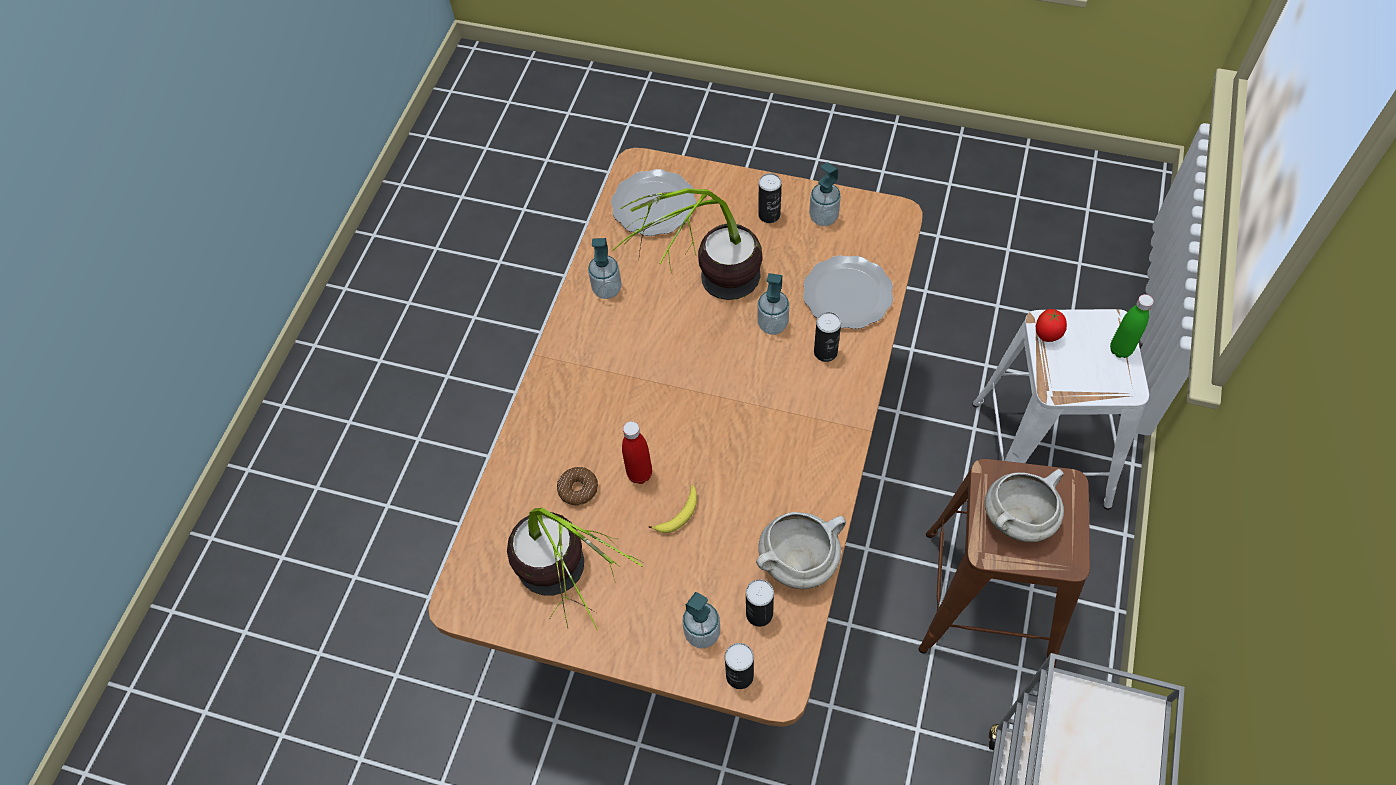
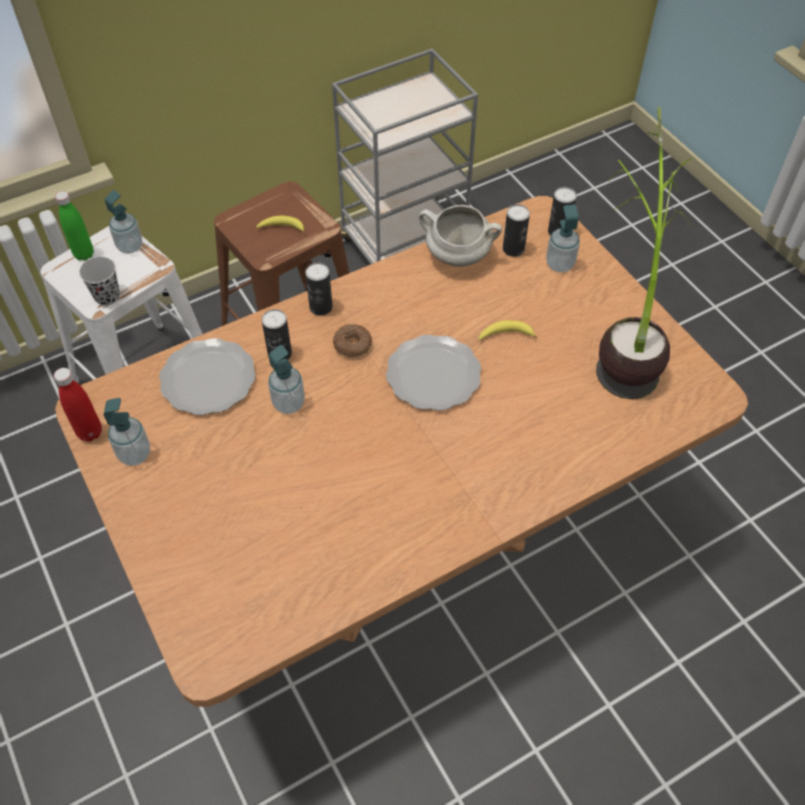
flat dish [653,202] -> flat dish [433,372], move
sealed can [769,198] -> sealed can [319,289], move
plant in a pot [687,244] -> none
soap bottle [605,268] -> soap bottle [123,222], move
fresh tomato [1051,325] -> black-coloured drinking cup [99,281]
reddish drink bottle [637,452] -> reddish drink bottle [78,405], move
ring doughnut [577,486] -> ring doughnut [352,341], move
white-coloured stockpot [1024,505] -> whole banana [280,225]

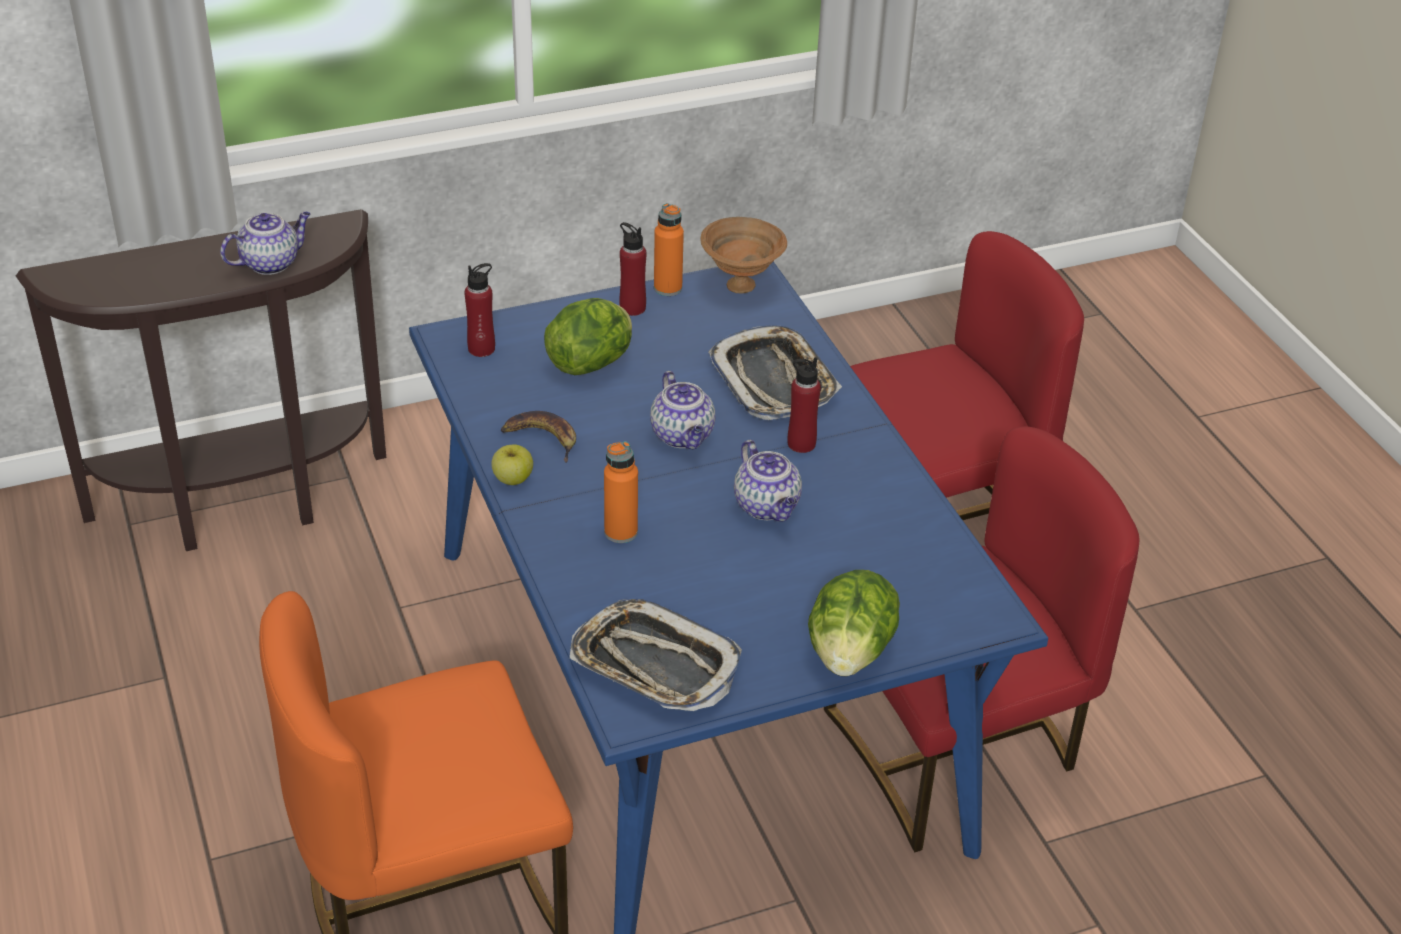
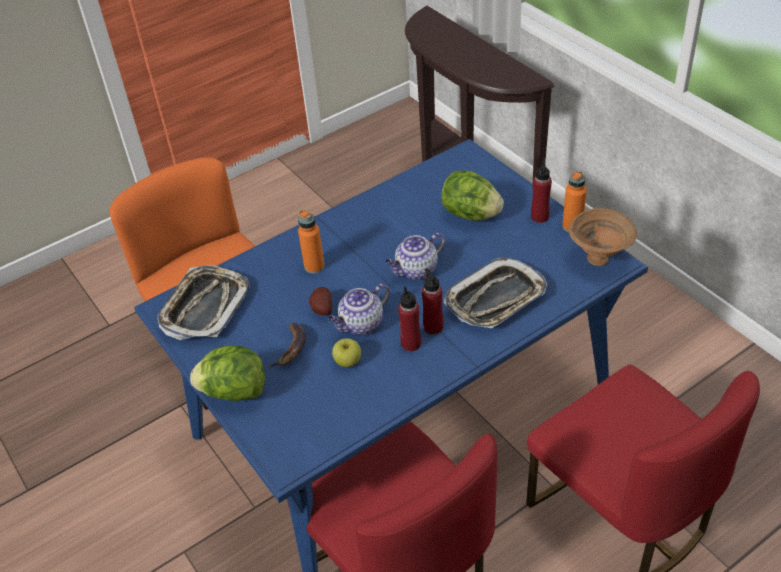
pot for tea [265,243] -> none
reddish drink bottle [479,310] -> reddish drink bottle [409,319], move
whole banana [538,437] -> whole banana [286,345], move
apple [512,464] -> apple [346,352], move
none -> potato [320,301]

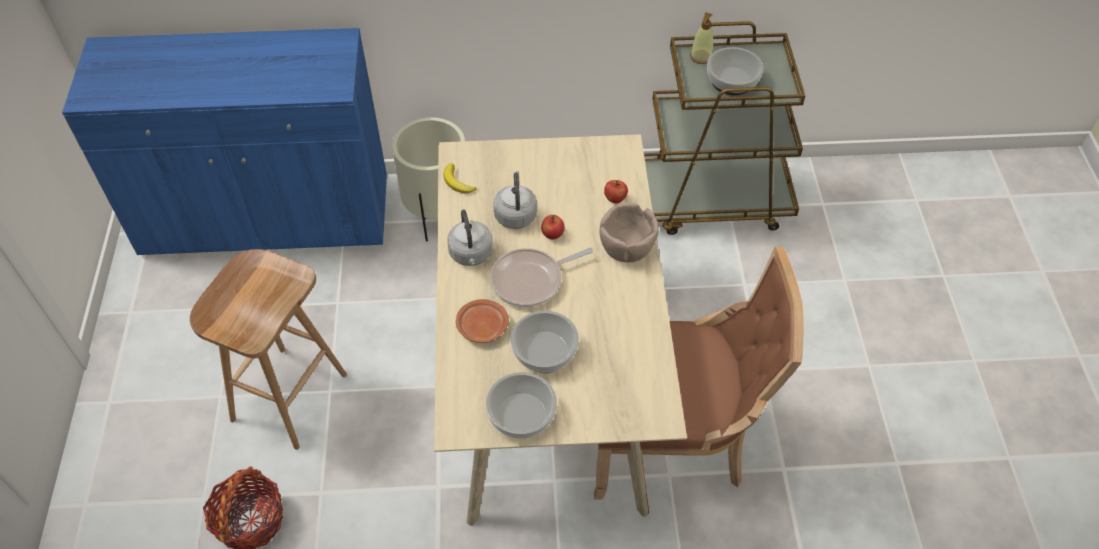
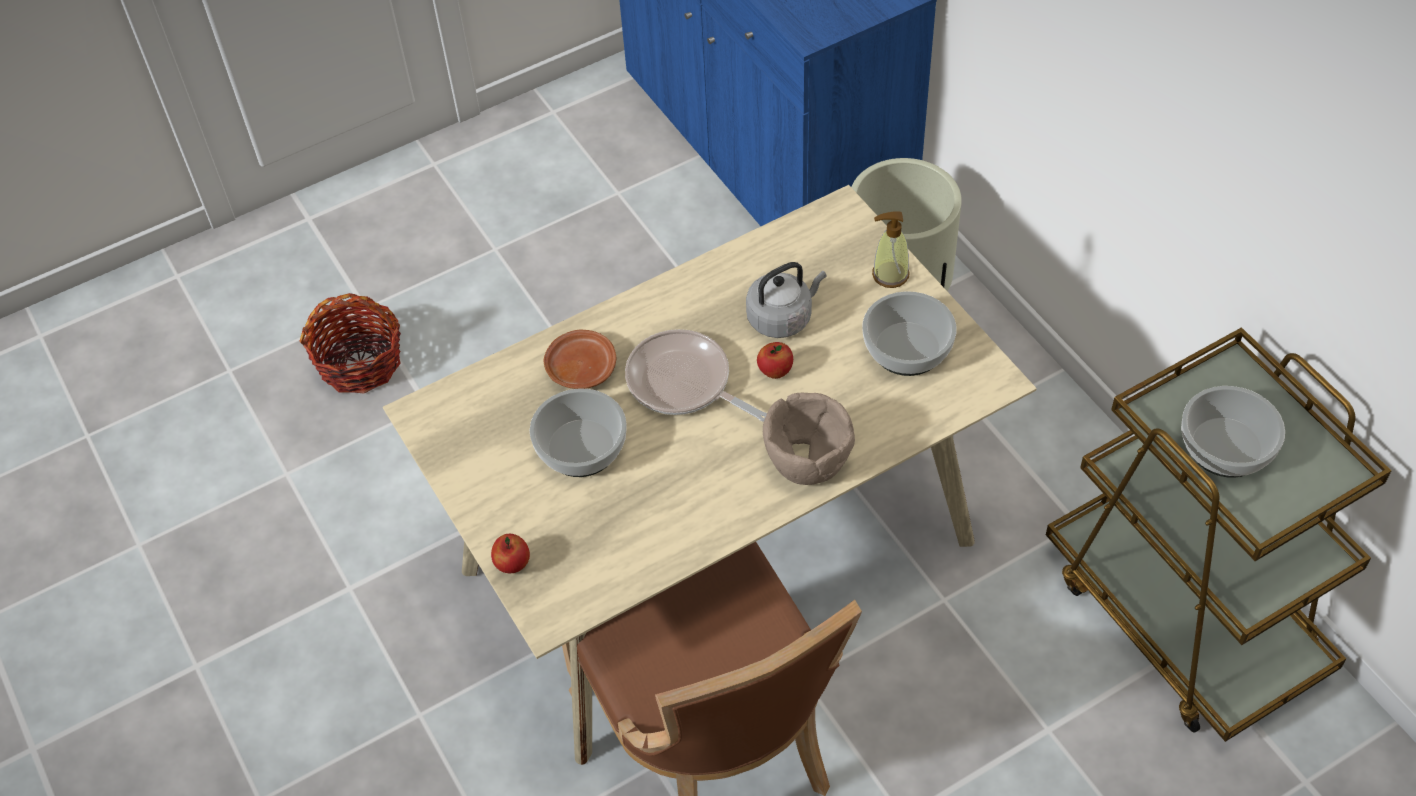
soap bottle [701,38] -> soap bottle [891,249], move
whole banana [459,178] -> none
apple [616,191] -> apple [510,553], move
grey kettle [470,237] -> none
brown-coloured stool seat [268,349] -> none
bowl [521,405] -> bowl [909,333], move

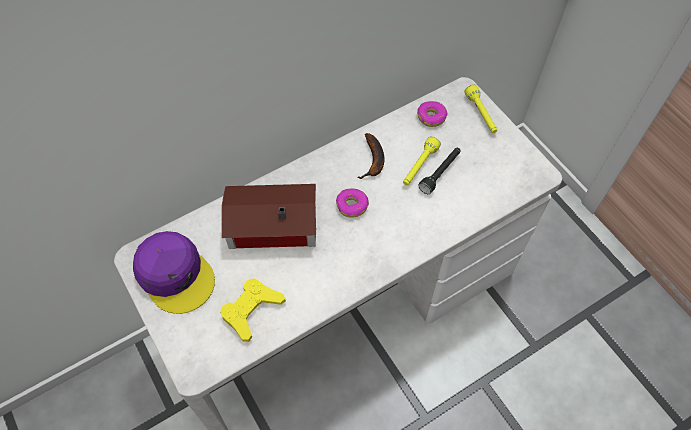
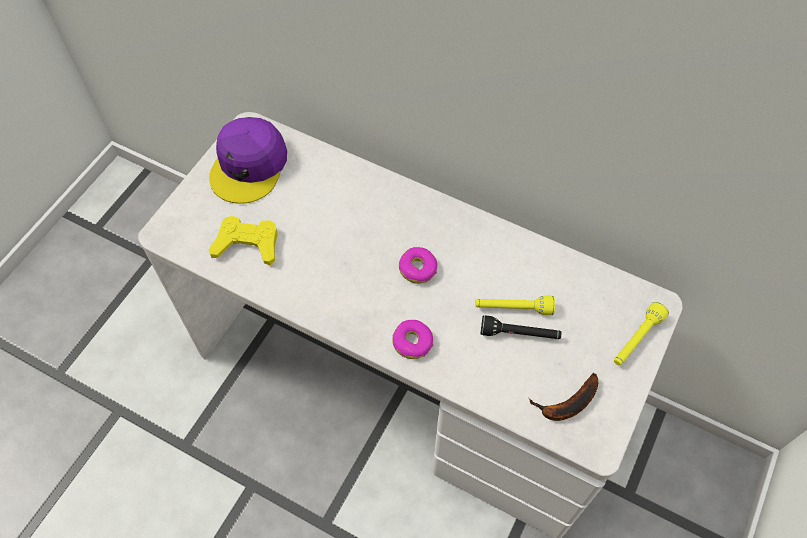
ring doughnut [432,114] -> ring doughnut [412,339], move
whole banana [371,156] -> whole banana [563,397], move
model house [268,216] -> none

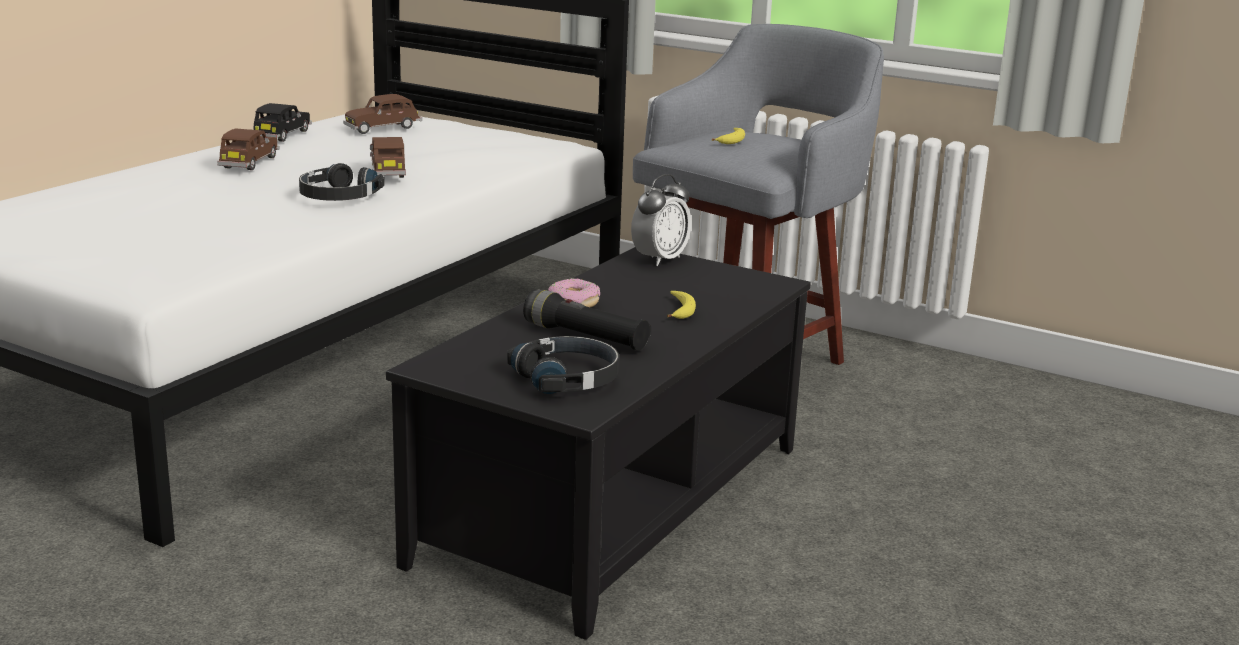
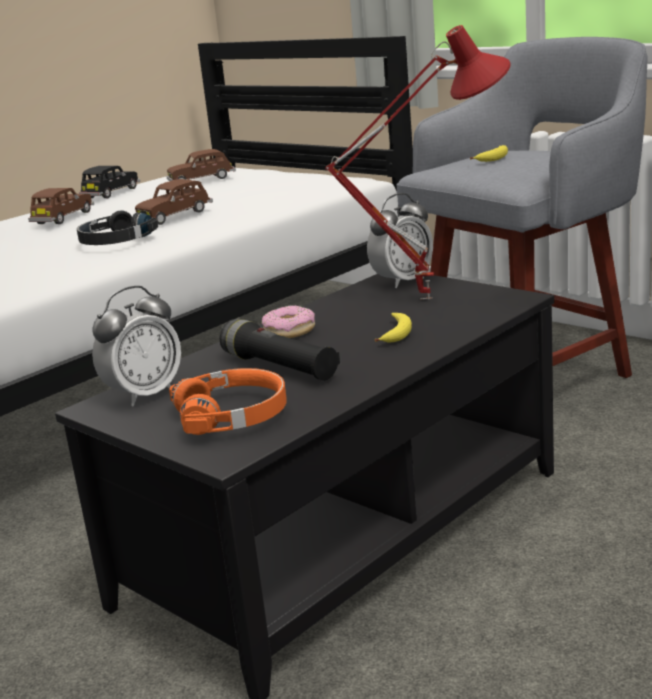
brown-coloured miniature car [388,157] -> brown-coloured miniature car [174,202], 135 degrees counterclockwise
black-coloured headset [563,365] -> orange headset [228,401]
none -> reddish lamp for a table [418,162]
none -> bedside clock [136,346]

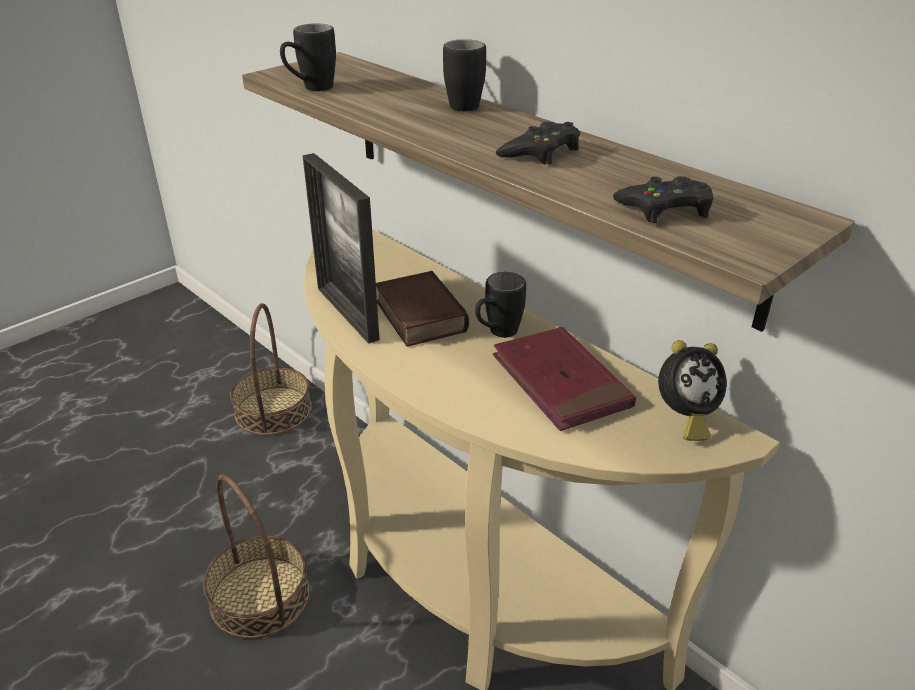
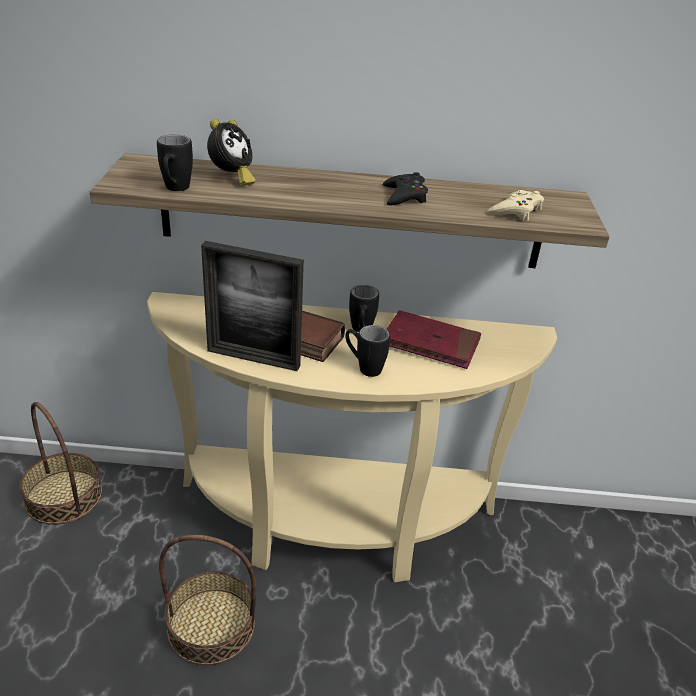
black-coloured coffee mug [464,75] -> black-coloured coffee mug [368,351], move
black-coloured game controller [663,199] -> beige game controller [515,205]
bedside clock [692,390] -> bedside clock [231,152], move

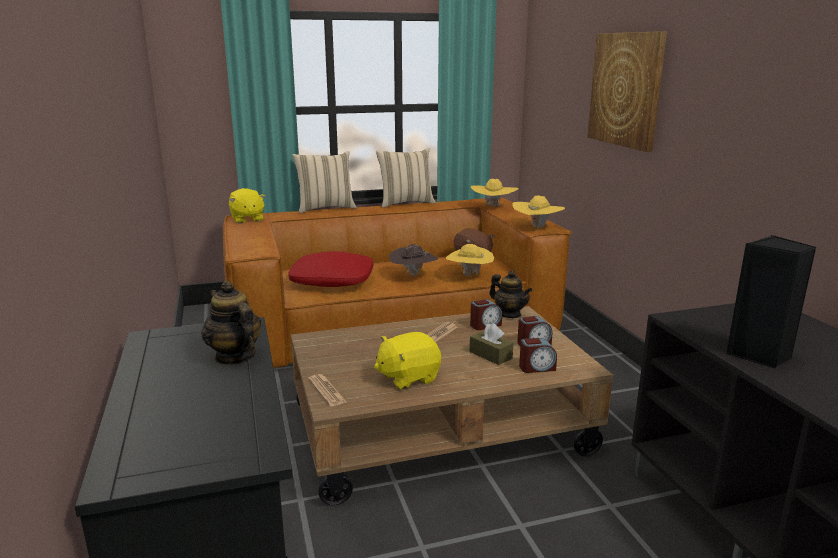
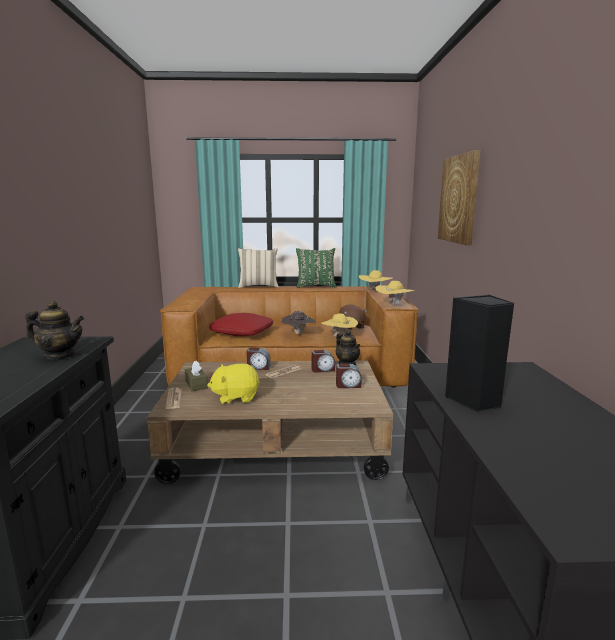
beige throw pillow [406,178] -> greenish throw pillow [316,268]
yellow plush toy [247,206] -> none
pot for tea [231,323] -> pot for tea [54,330], 120 degrees clockwise
brown-coloured tissue box [491,344] -> brown-coloured tissue box [196,376], move
bedside clock [538,355] -> bedside clock [258,359], move

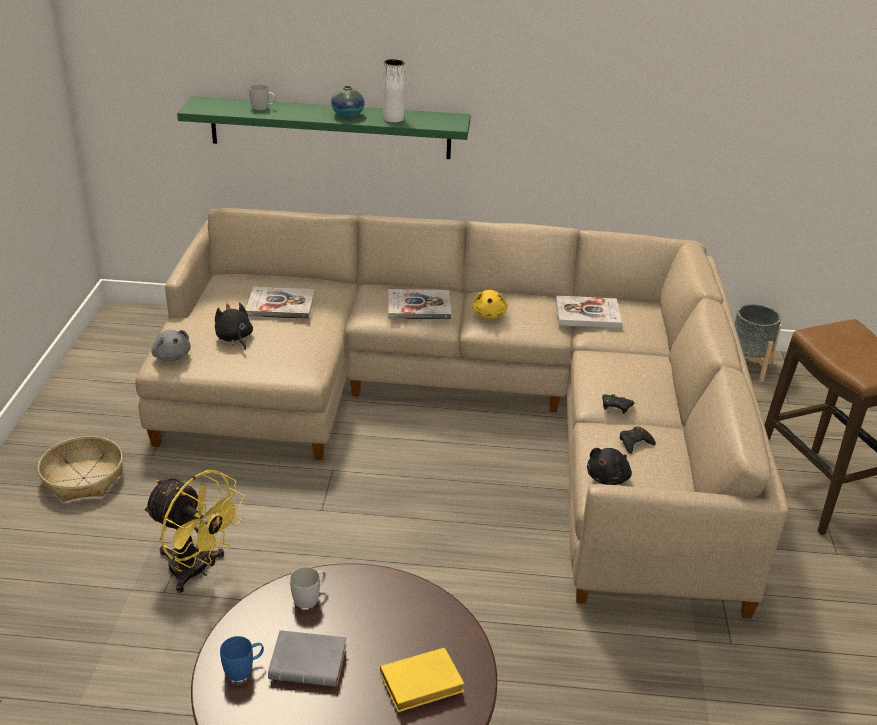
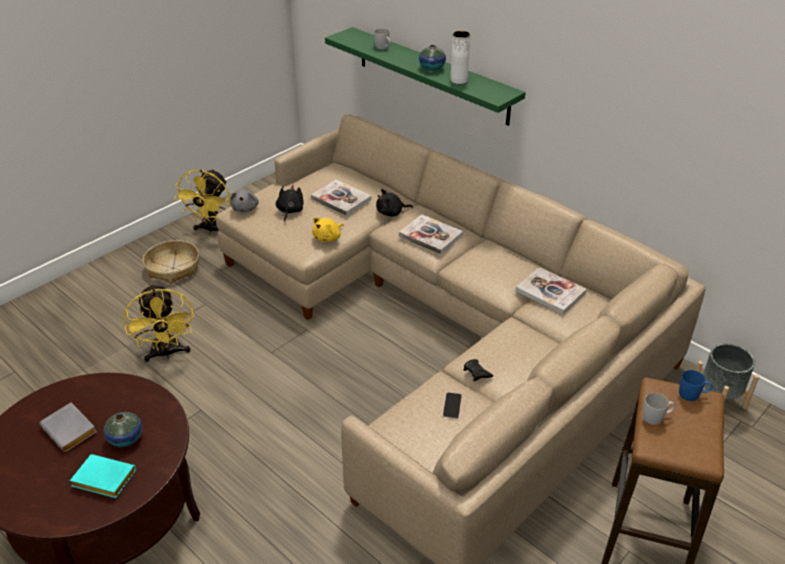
yellow plush toy [490,304] -> yellow plush toy [328,229], move
black-coloured game controller [637,440] -> telephone [452,405]
black-coloured plush toy [609,466] -> black-coloured plush toy [394,203], move
white-coloured coffee mug [308,587] -> white-coloured coffee mug [659,409], move
blue coffee mug [242,658] -> blue coffee mug [696,385], move
yellow volume [422,680] -> blue-green volume [103,476]
none -> yellow electric fan [202,201]
none -> vase [123,429]

